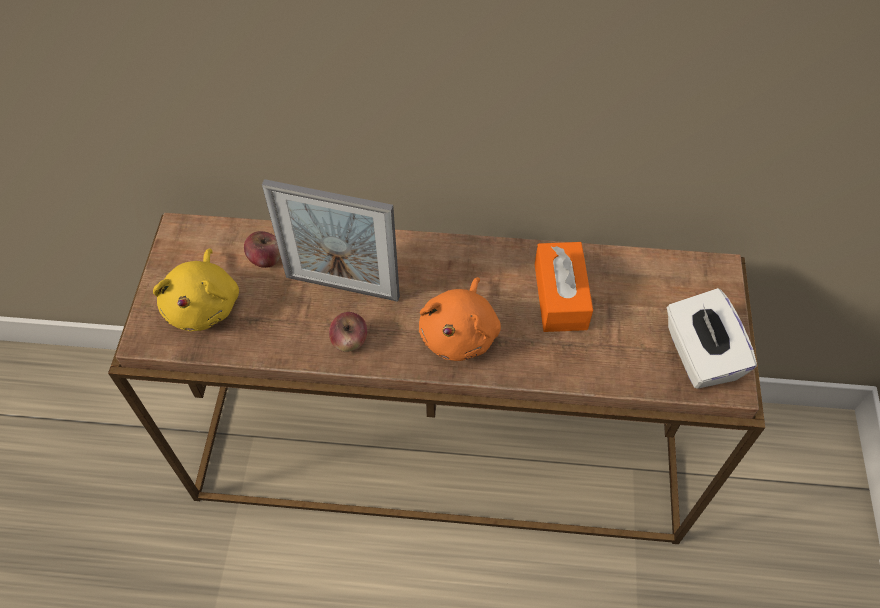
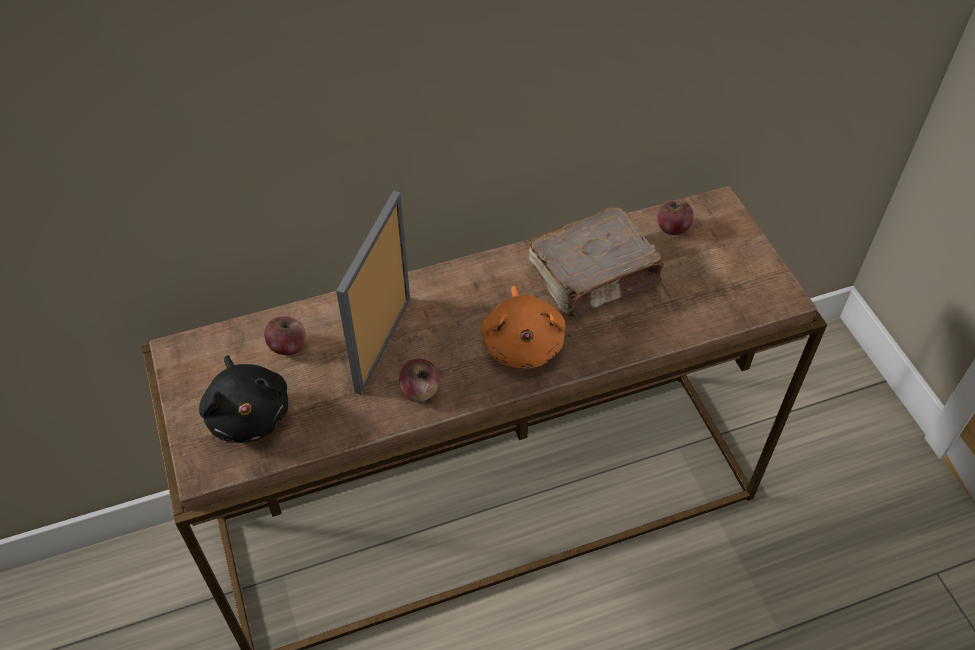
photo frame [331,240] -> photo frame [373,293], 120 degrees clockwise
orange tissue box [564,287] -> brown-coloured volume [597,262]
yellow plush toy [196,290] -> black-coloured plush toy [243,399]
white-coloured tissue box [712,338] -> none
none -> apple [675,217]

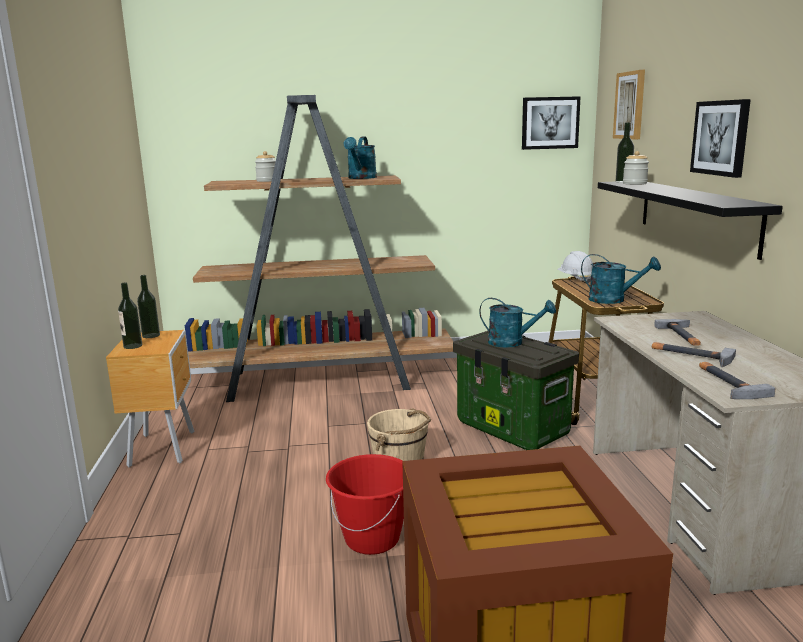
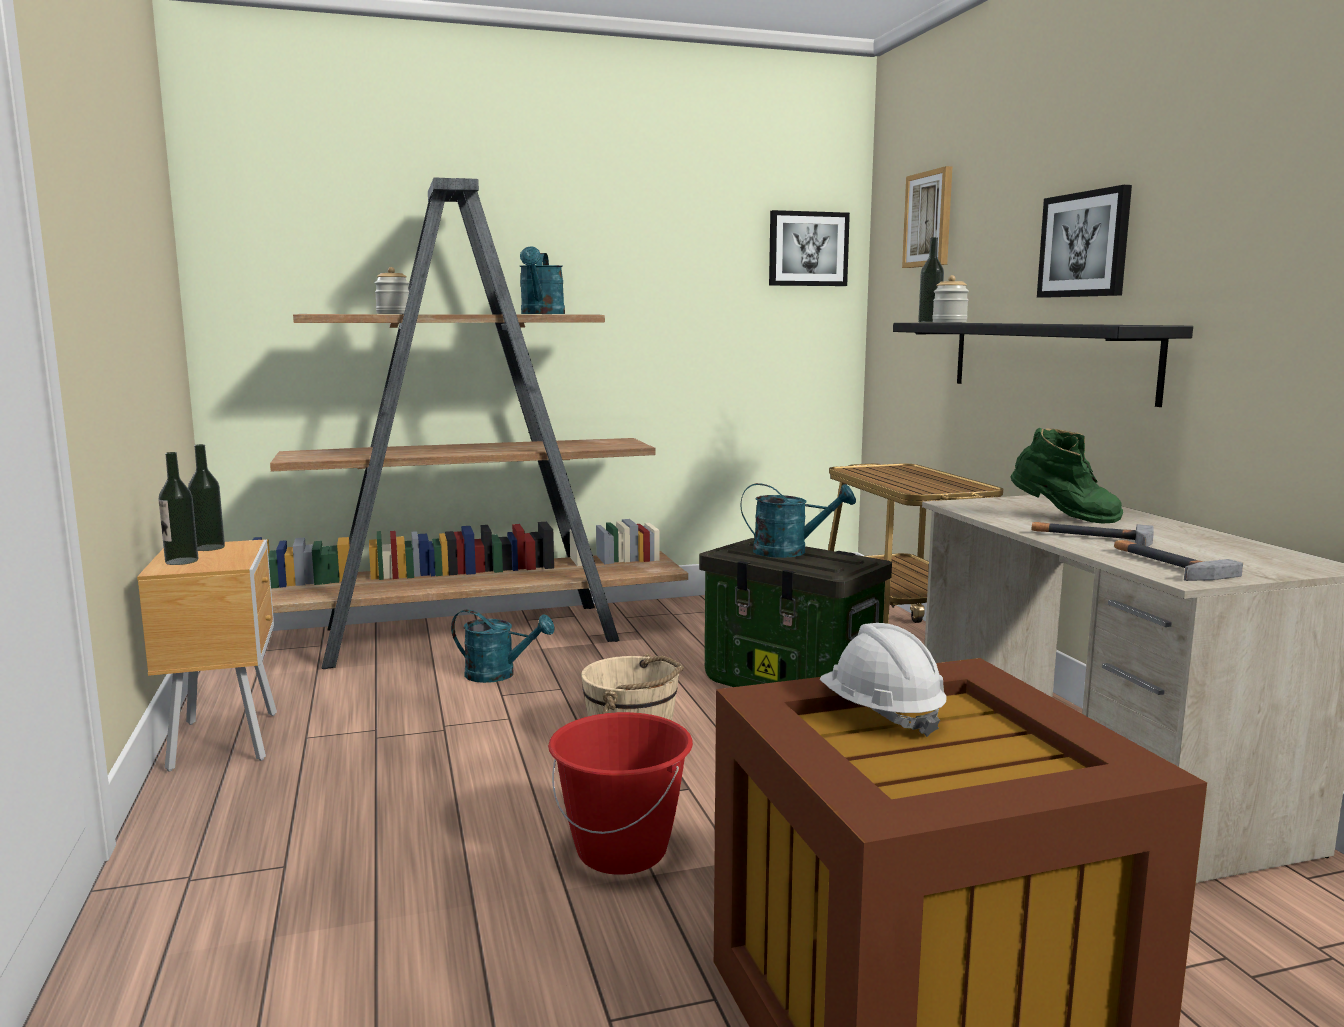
white-coloured hard hat [575,267] -> white-coloured hard hat [883,680], move
blue-green watering can [621,279] -> blue-green watering can [503,646], move
tool hammer [677,332] -> greenish boot [1066,476]

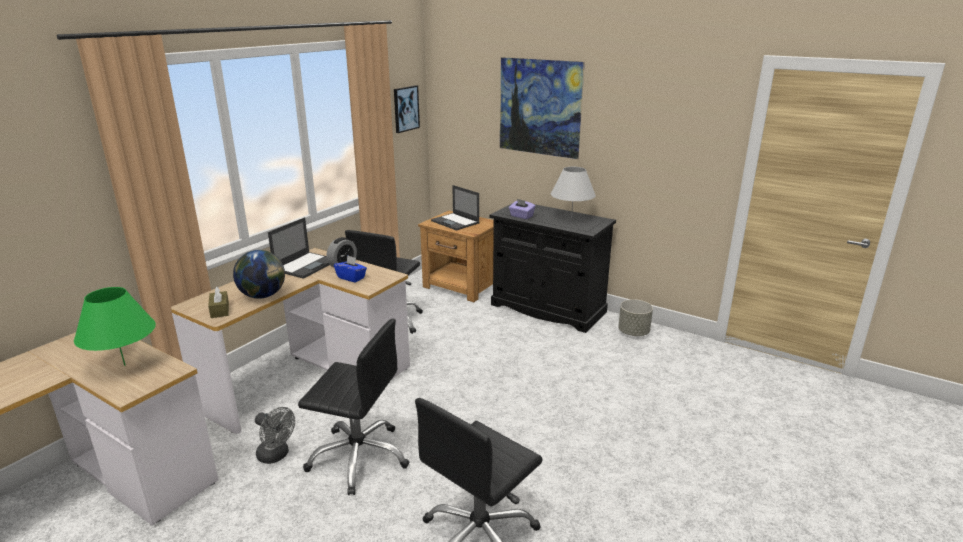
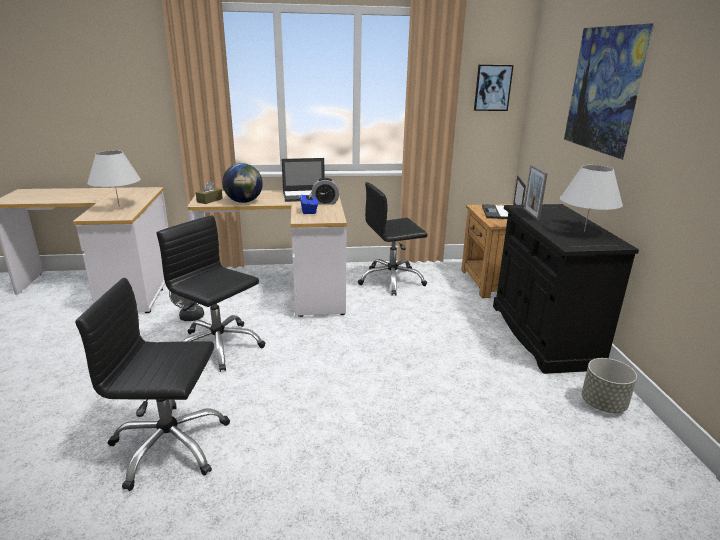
purple tissue box [522,209] -> photo frame [536,192]
greenish lamp for a table [115,326] -> white-coloured lamp for a table [114,178]
black-coloured office chair [353,407] -> black-coloured office chair [211,293], 150 degrees clockwise

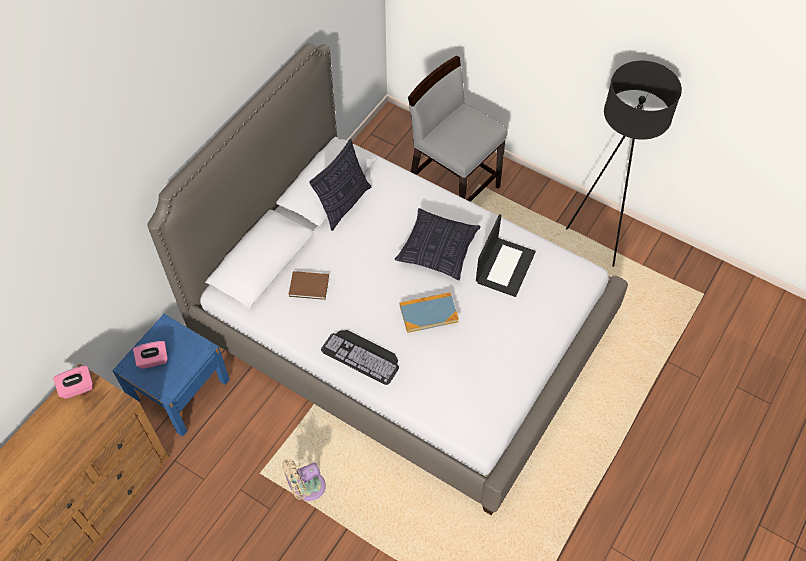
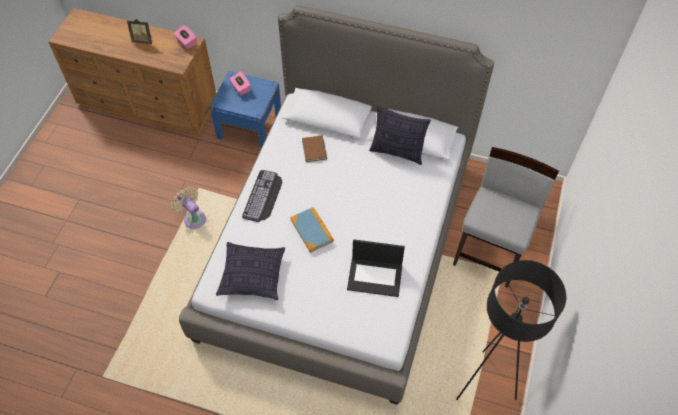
throw pillow [438,244] -> throw pillow [250,271], move
none -> photo frame [139,31]

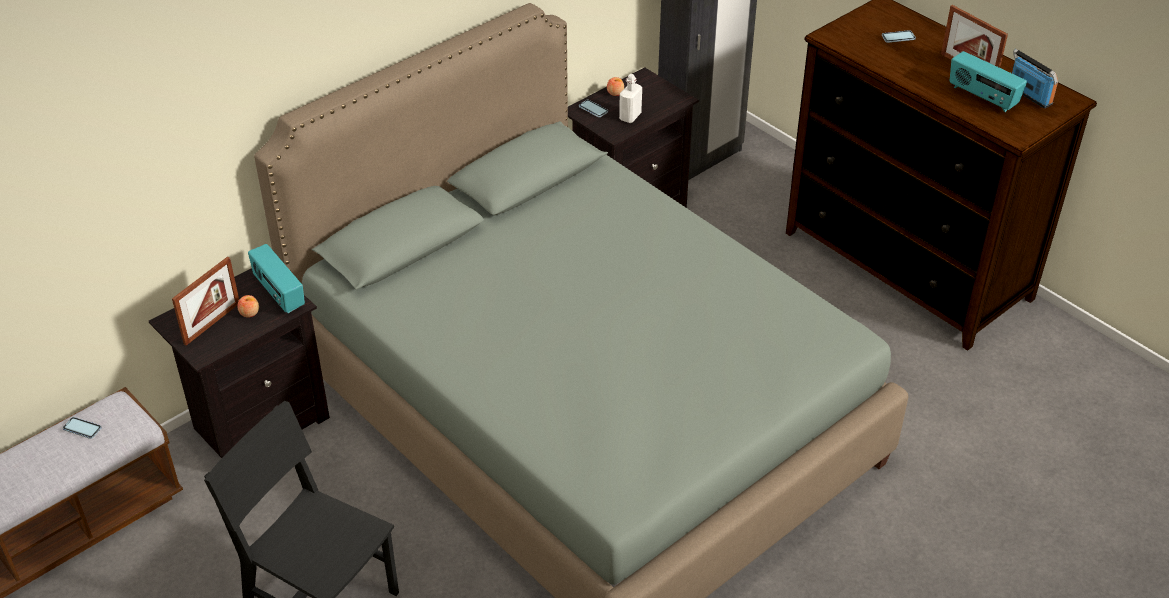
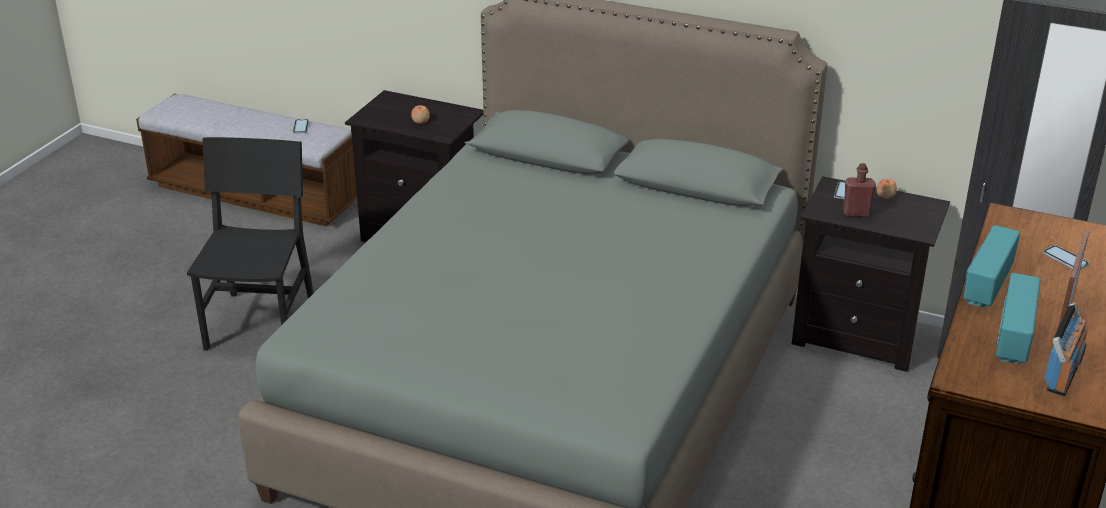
white-coloured drink bottle [630,98] -> reddish drink bottle [859,190]
radio receiver [276,278] -> radio receiver [991,266], move
photo frame [205,301] -> none

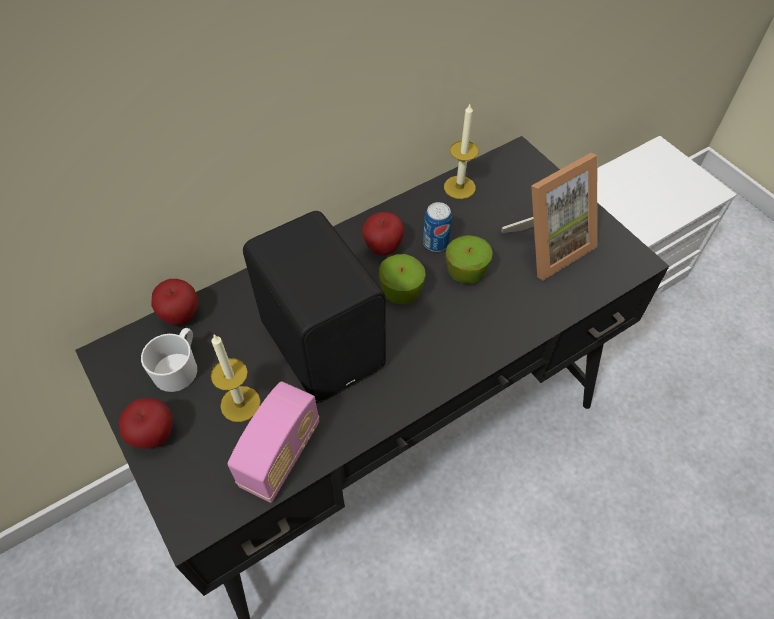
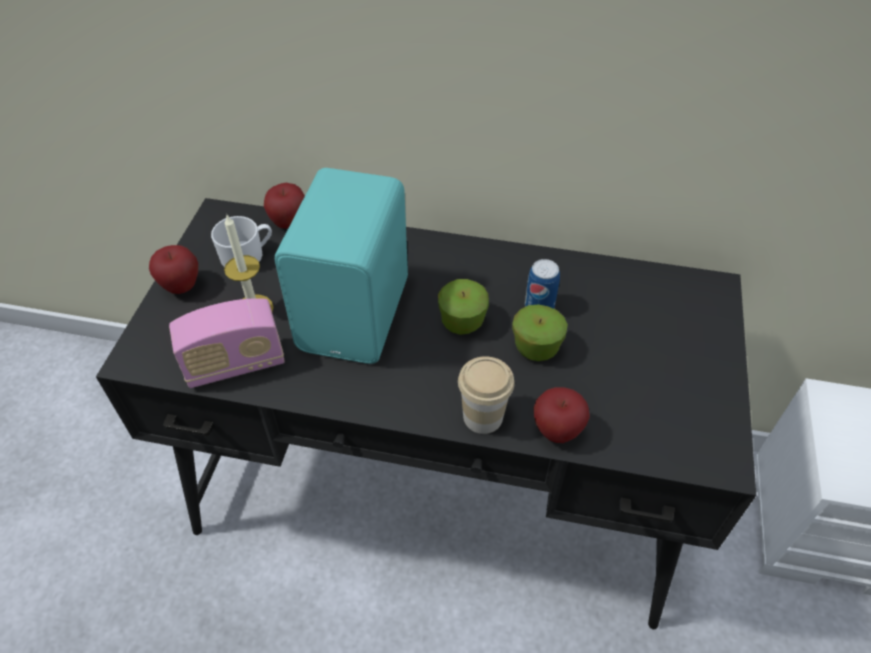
wax light [461,151] -> none
photo frame [549,217] -> none
black-coloured loudspeaker [314,307] -> blue-green loudspeaker [341,266]
apple [383,233] -> apple [562,415], move
none -> drinking cup [486,395]

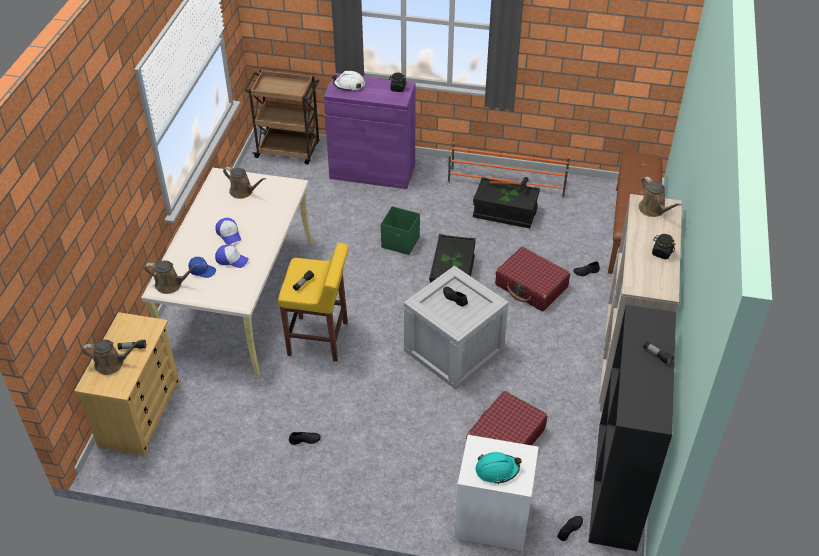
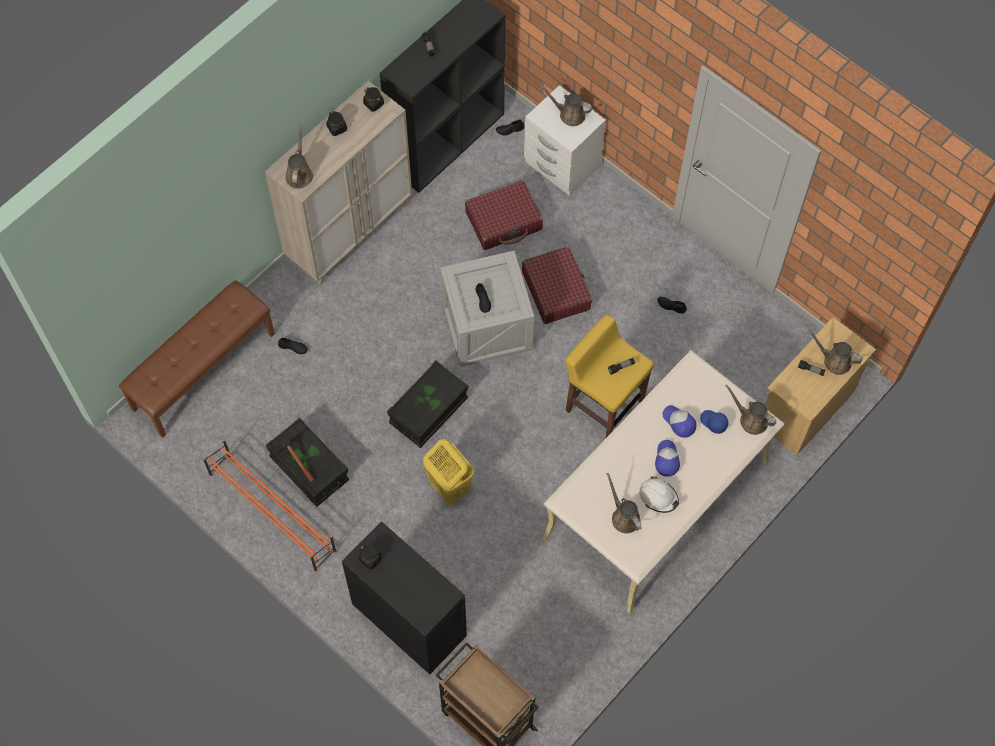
white-coloured hard hat [348,81] -> white-coloured hard hat [659,495], move
purple cabinet [370,131] -> black-coloured cabinet [404,597]
greenish storage box [400,230] -> yellow washing basket [448,472]
reddish piece of luggage [532,279] -> reddish piece of luggage [557,285], move
blue-green hard hat [499,468] -> brown-coloured watering can [566,105]
none -> black-coloured jar [373,99]

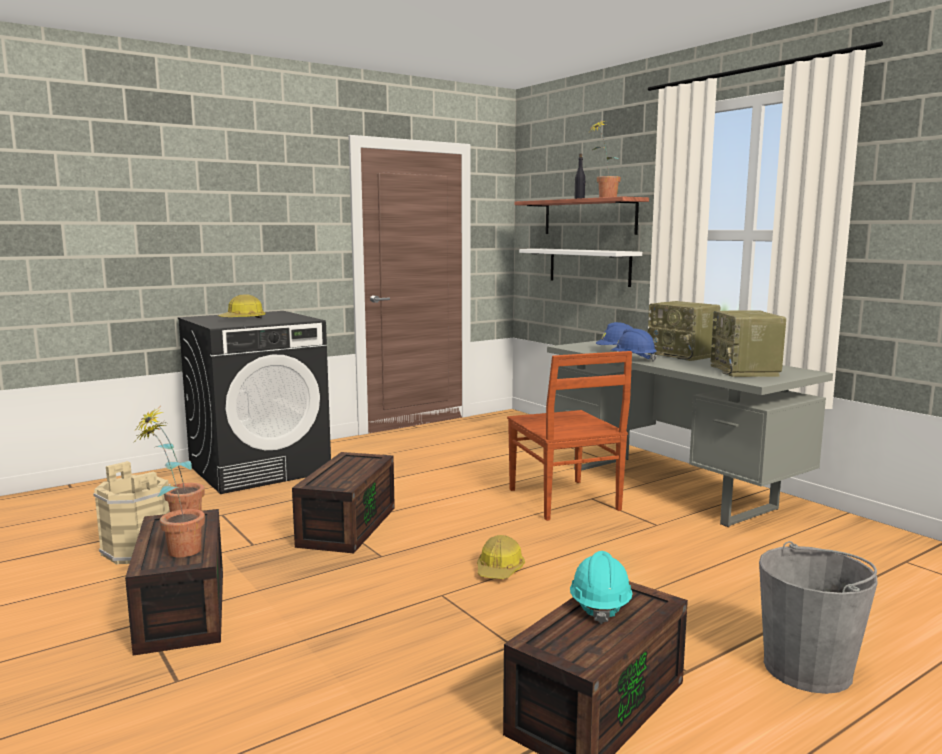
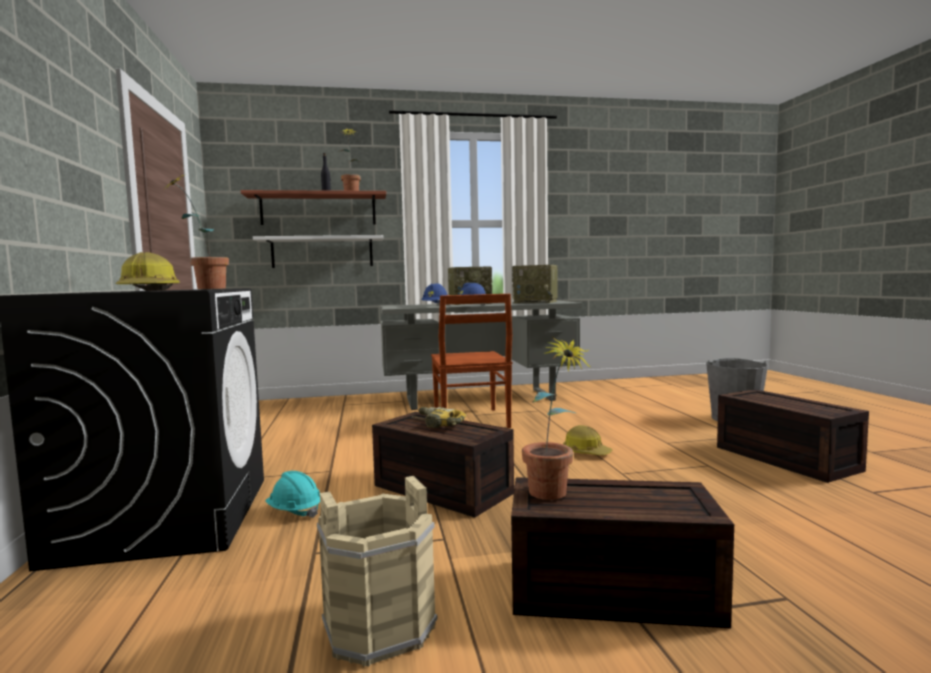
brown-coloured chair [569,436] -> brown-coloured chair [471,361], 75 degrees clockwise
plant in a pot [169,489] -> plant in a pot [195,232], move
blue-green hard hat [601,587] -> blue-green hard hat [292,494], move
none -> electric drill [438,417]

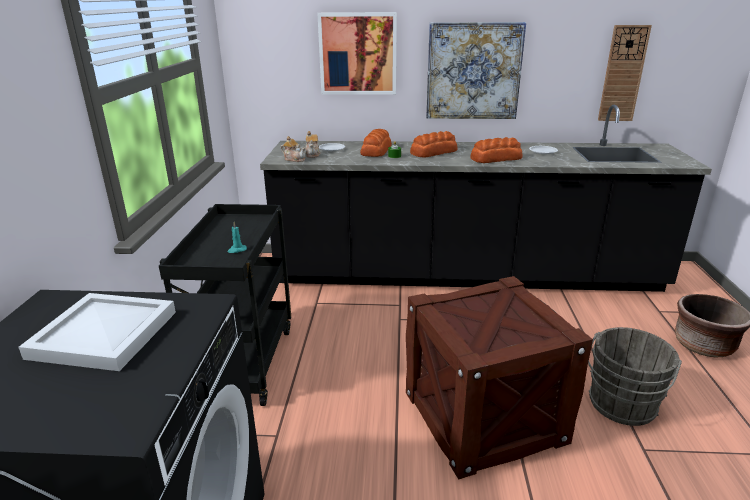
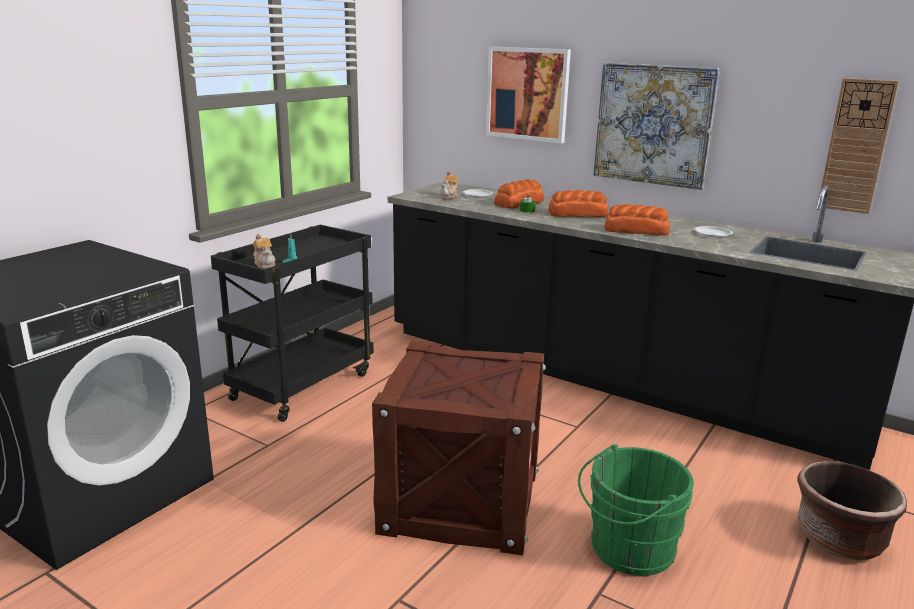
pot for tea [293,149] -> pot for tea [264,251], move
white-coloured serving tray [97,332] -> none
grey water bucket [635,376] -> greenish water bucket [636,510]

